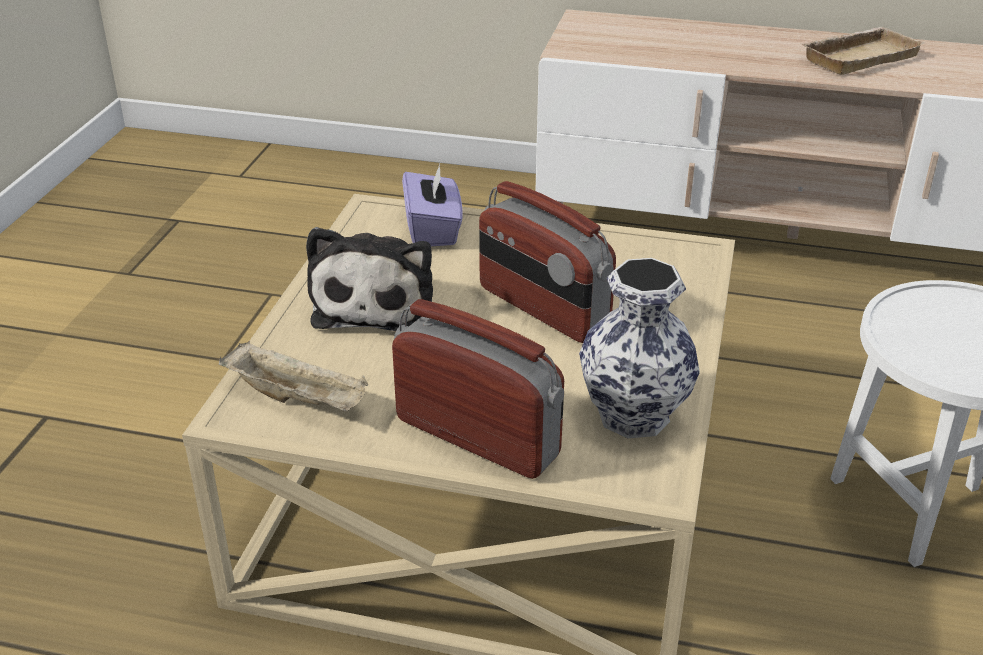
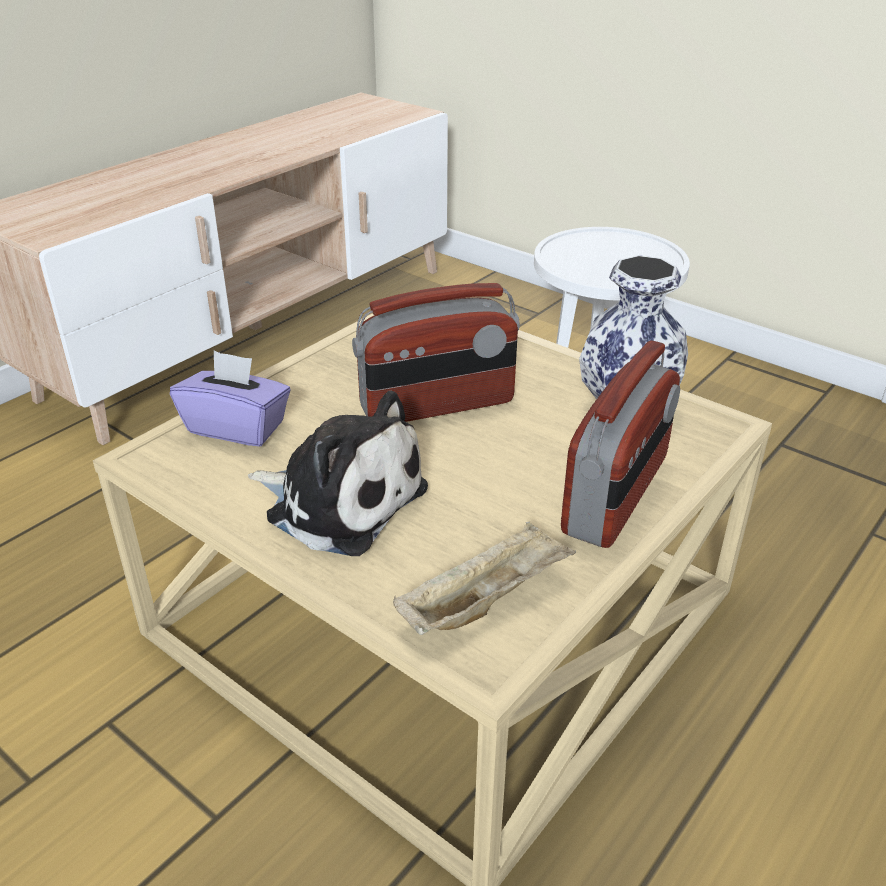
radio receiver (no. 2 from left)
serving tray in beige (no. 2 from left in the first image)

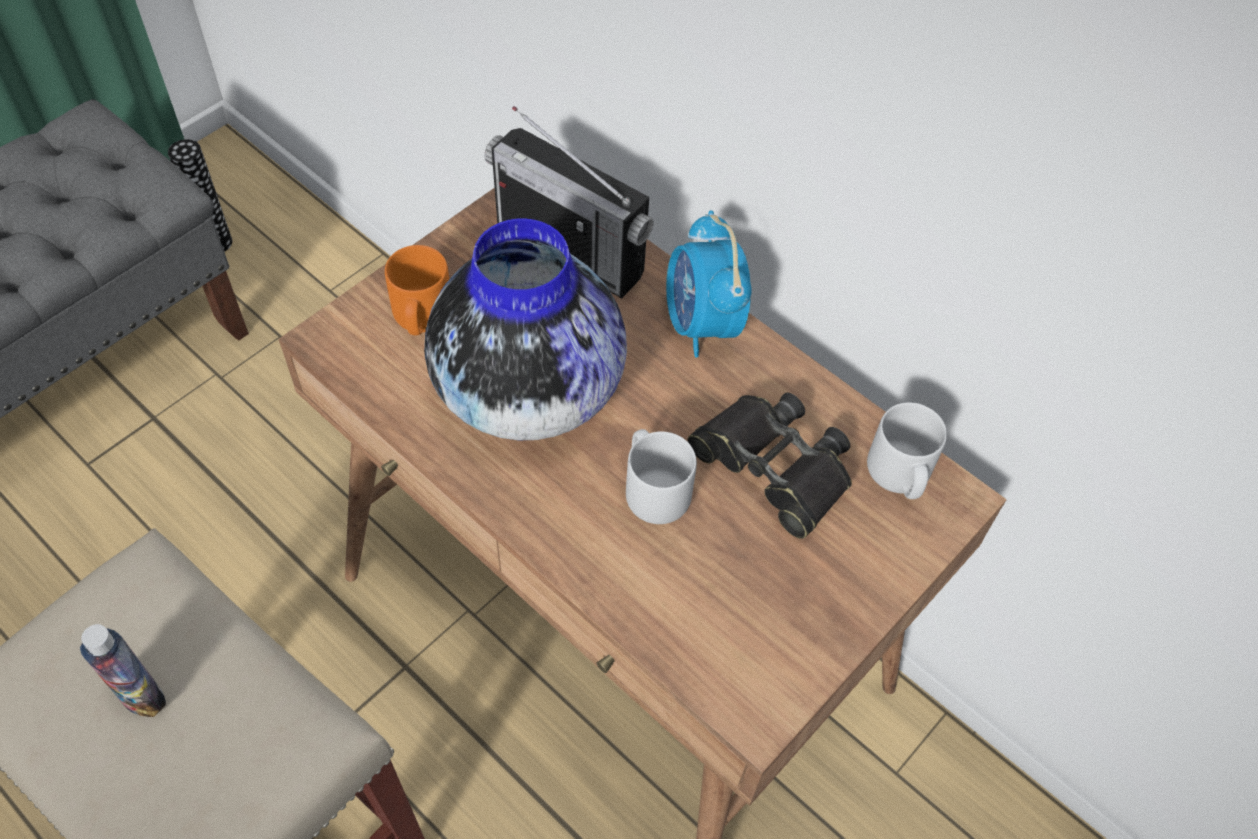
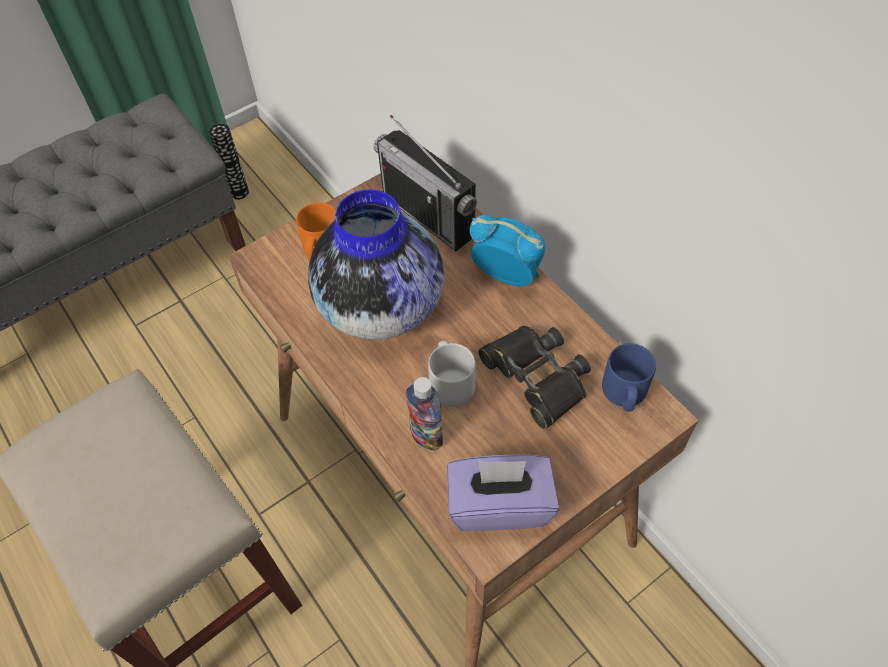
beverage bottle
table clock
coffee mug in blue-coloured
tissue holder in purple-coloured

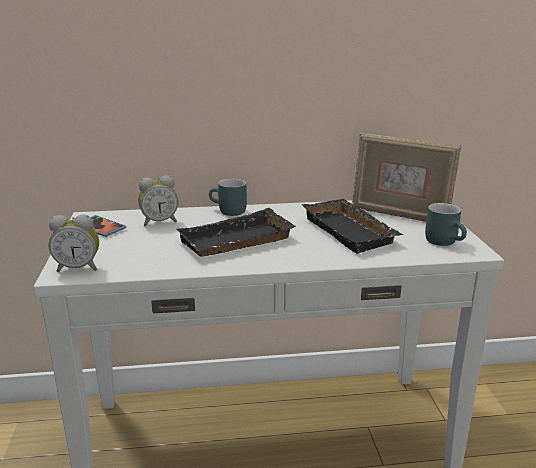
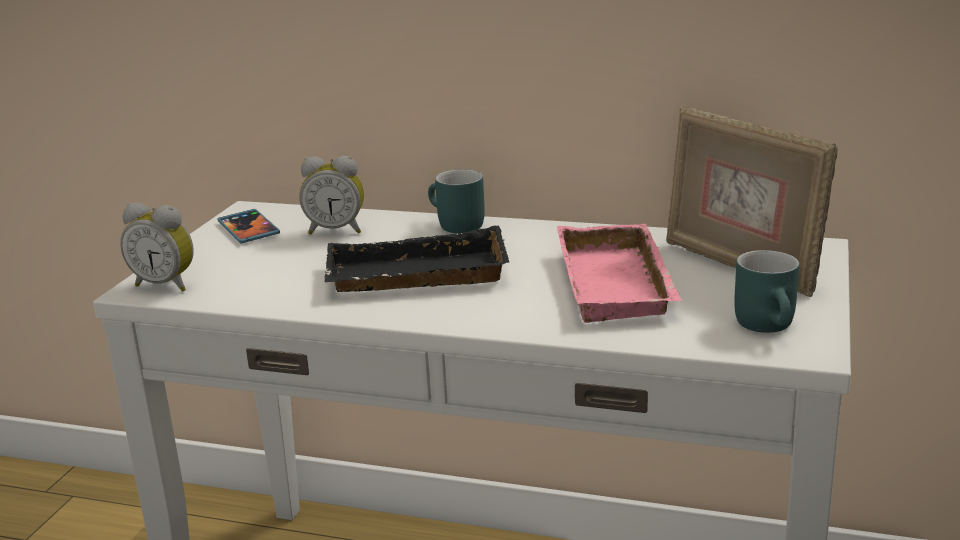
serving tray in pink-coloured

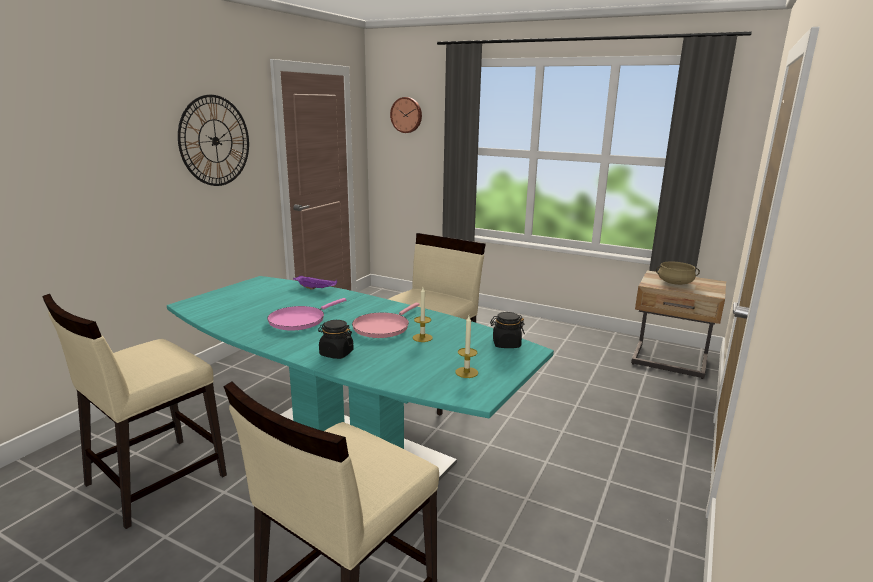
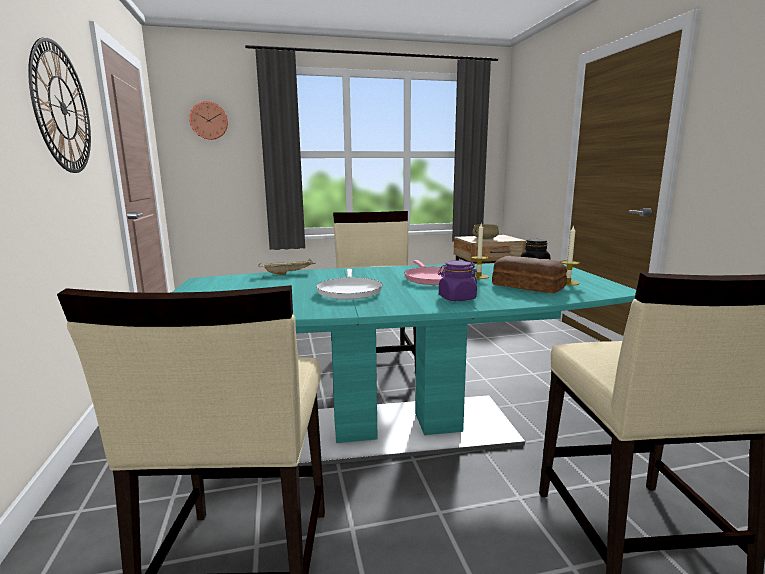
frying pan in white-coloured
serving tray in beige
jar in purple-coloured
bread

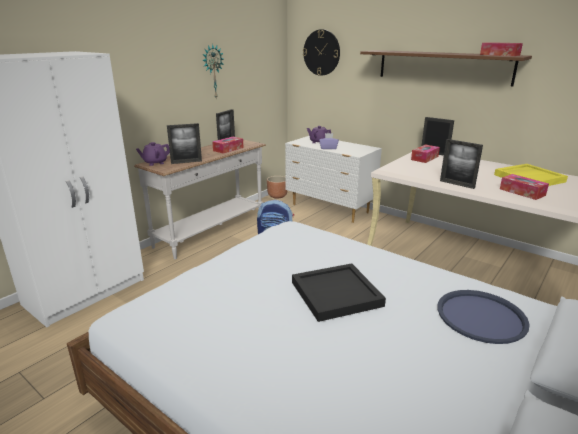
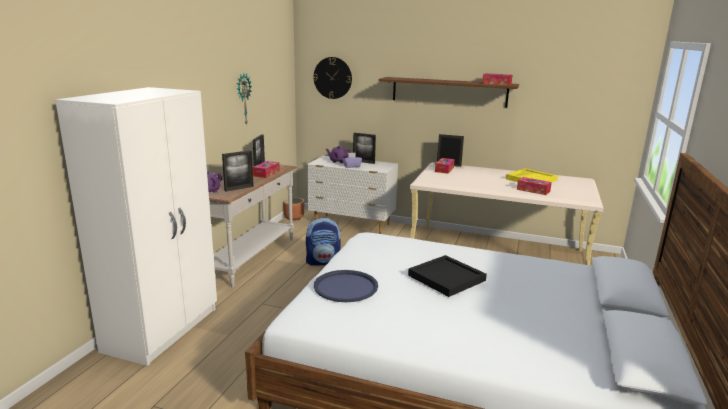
serving tray in blue-coloured
picture frame (no. 3 from left)

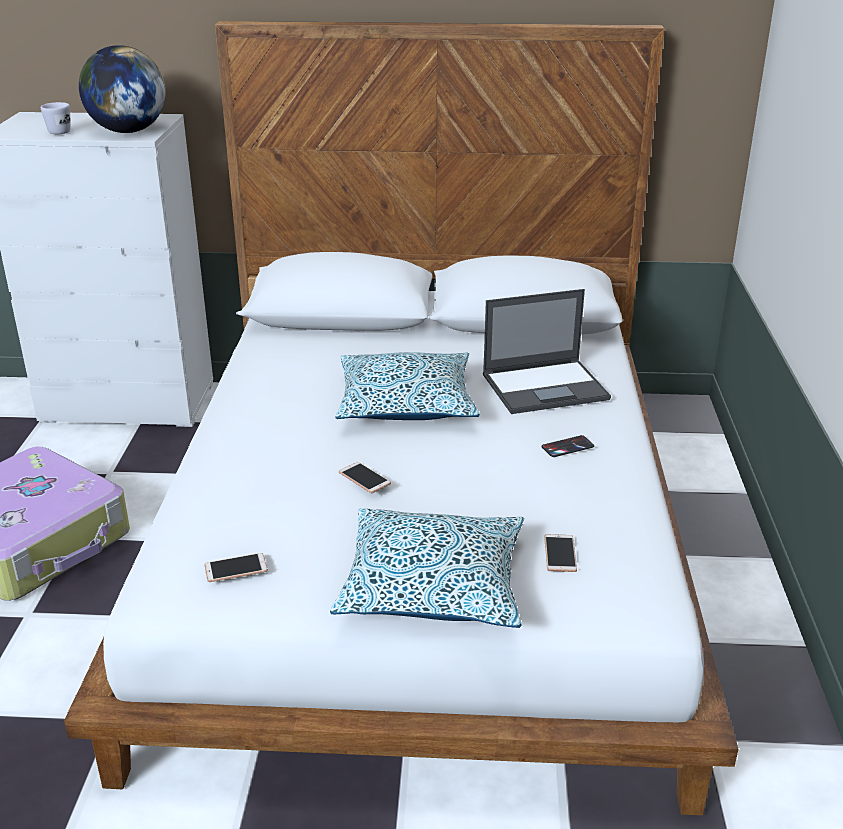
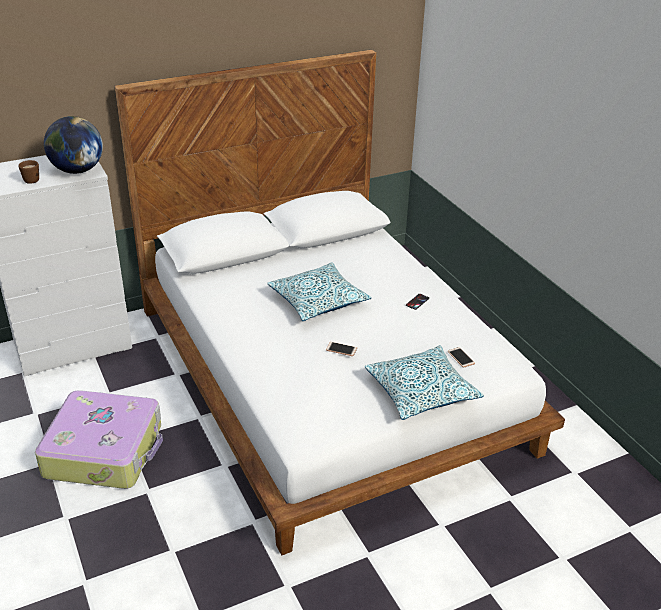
coffee mug in brown
handset (no. 1 from left in the first image)
notebook computer

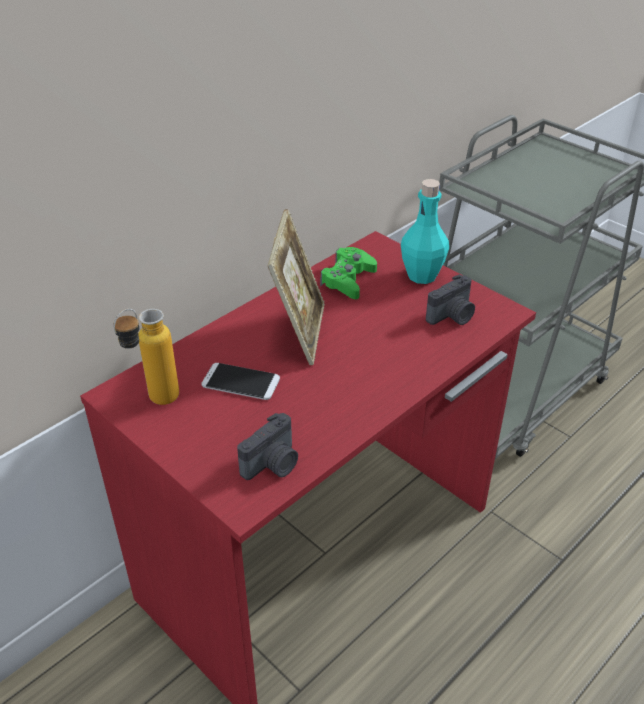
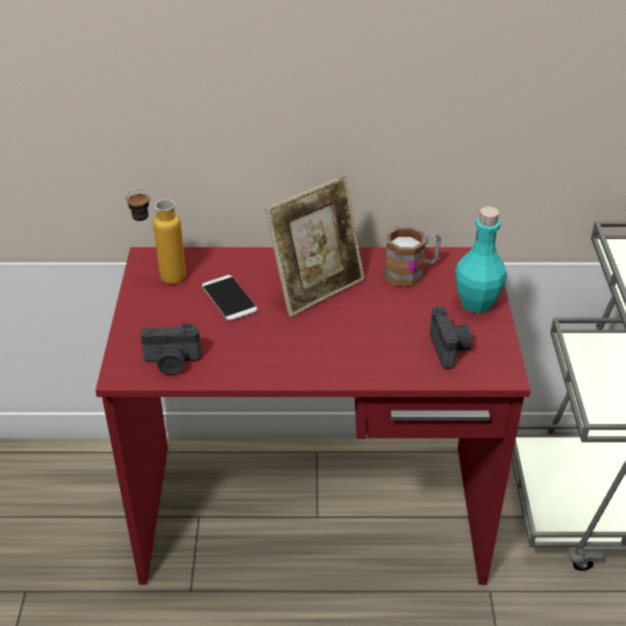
coffee mug
still camera (no. 2 from left)

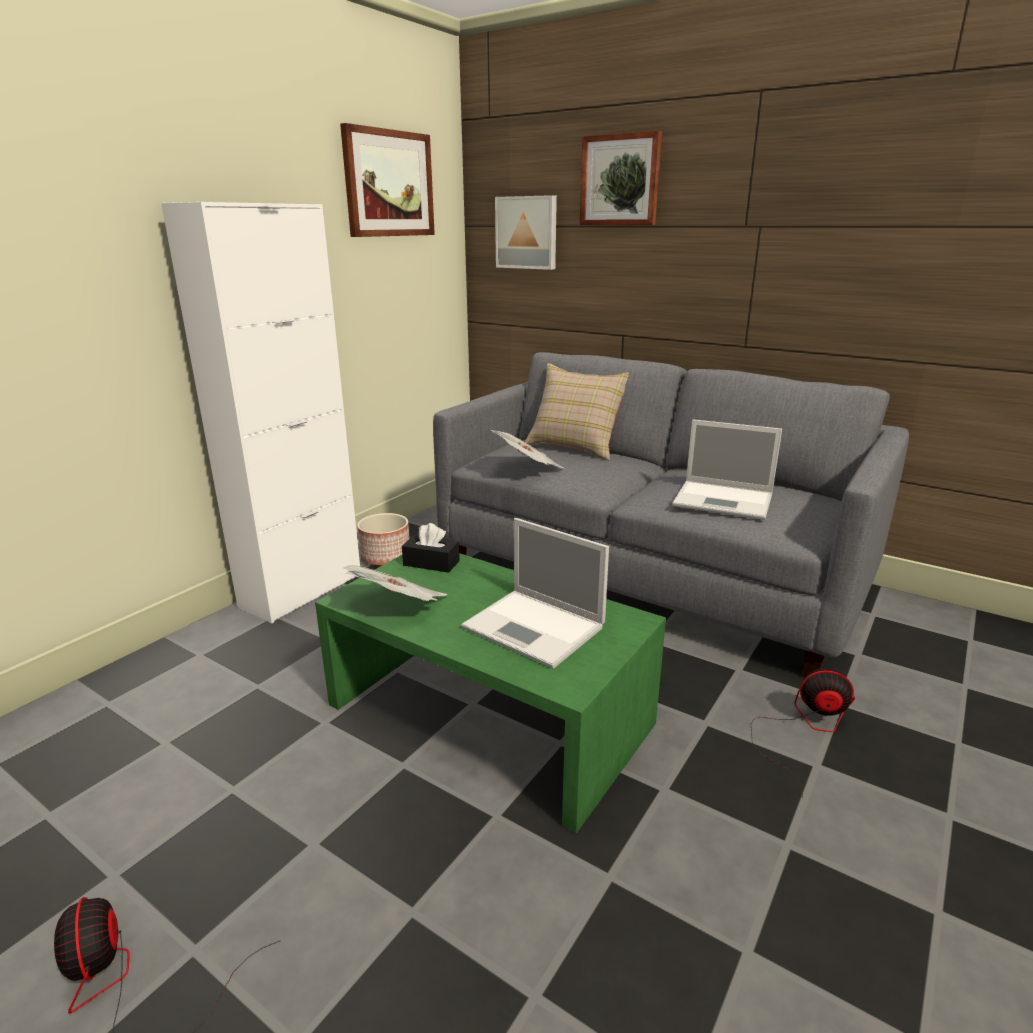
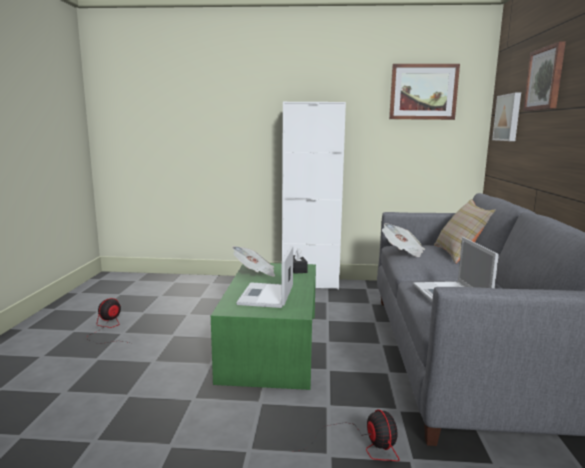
plant pot

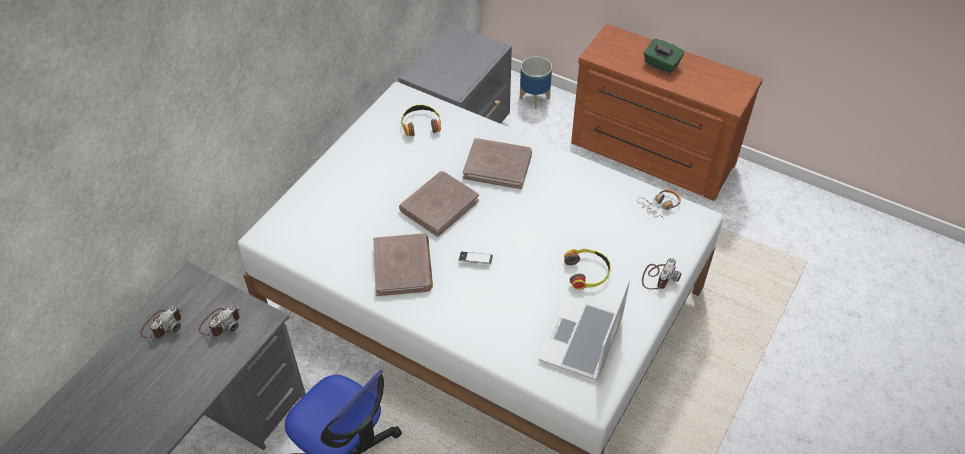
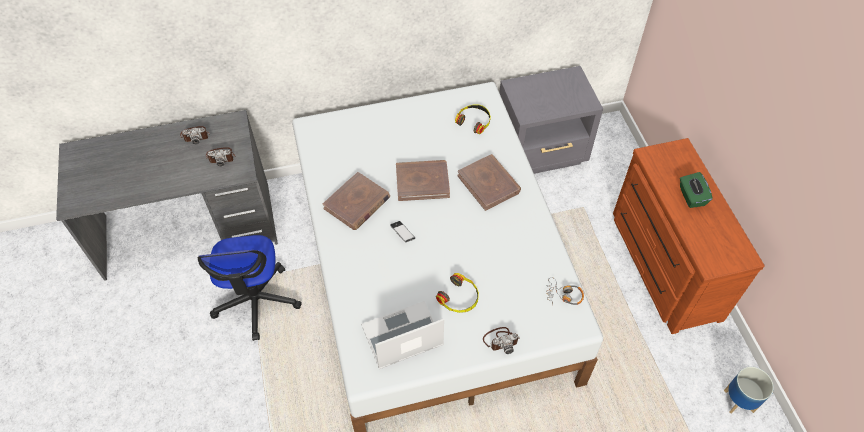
plant pot

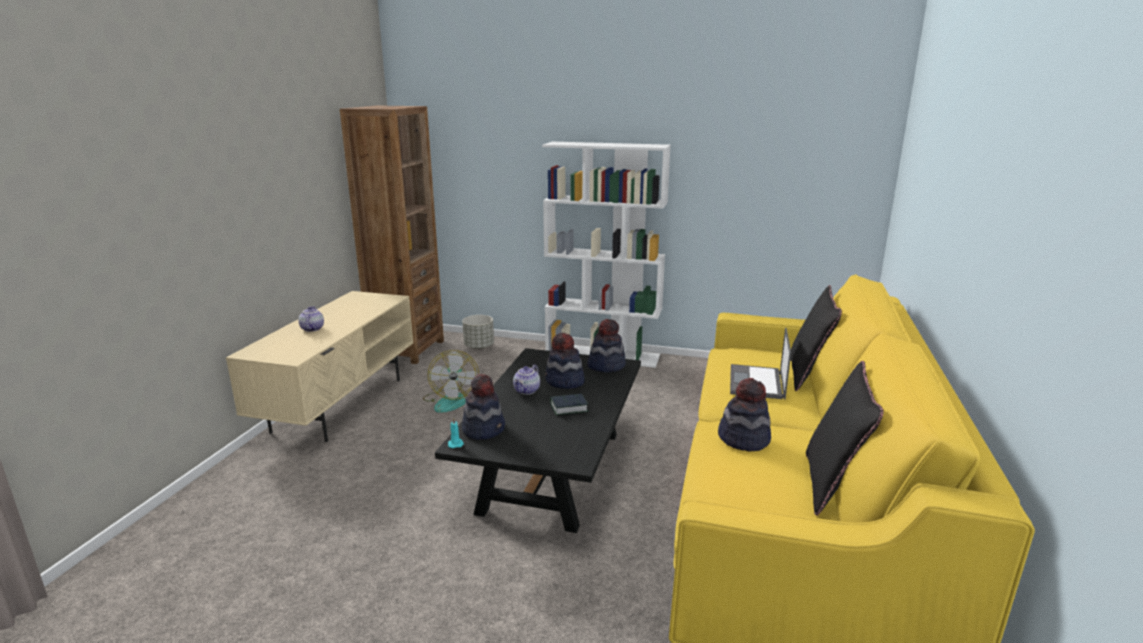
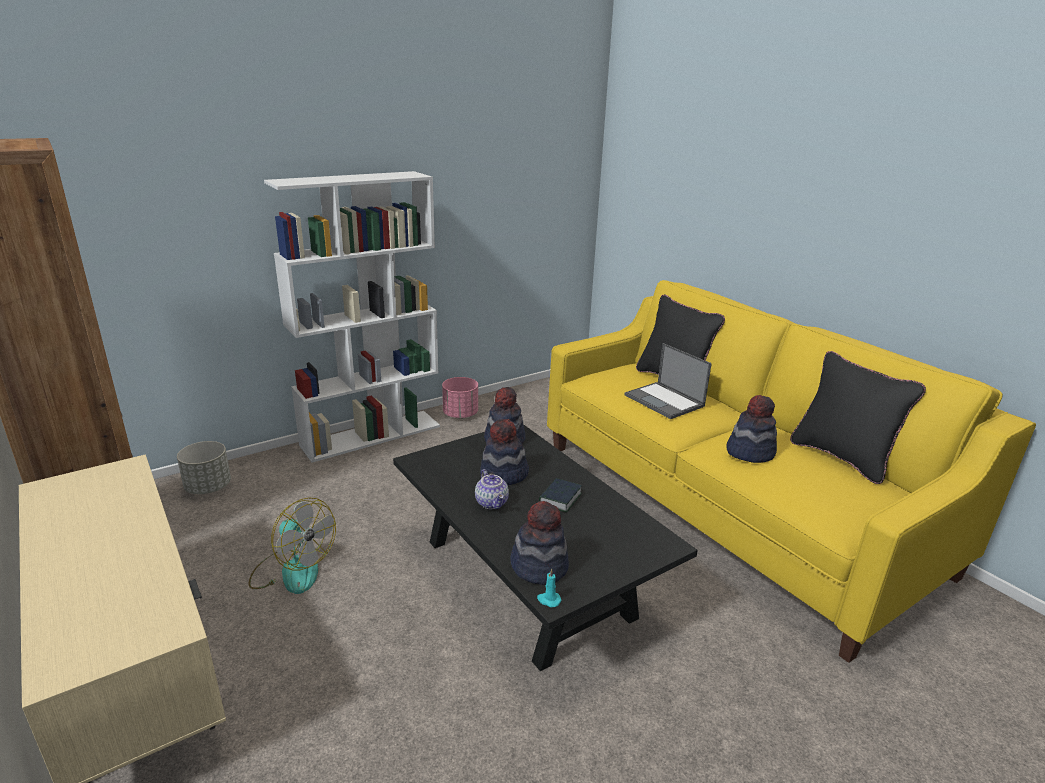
teapot (no. 1 from left in the first image)
plant pot in pink-coloured

